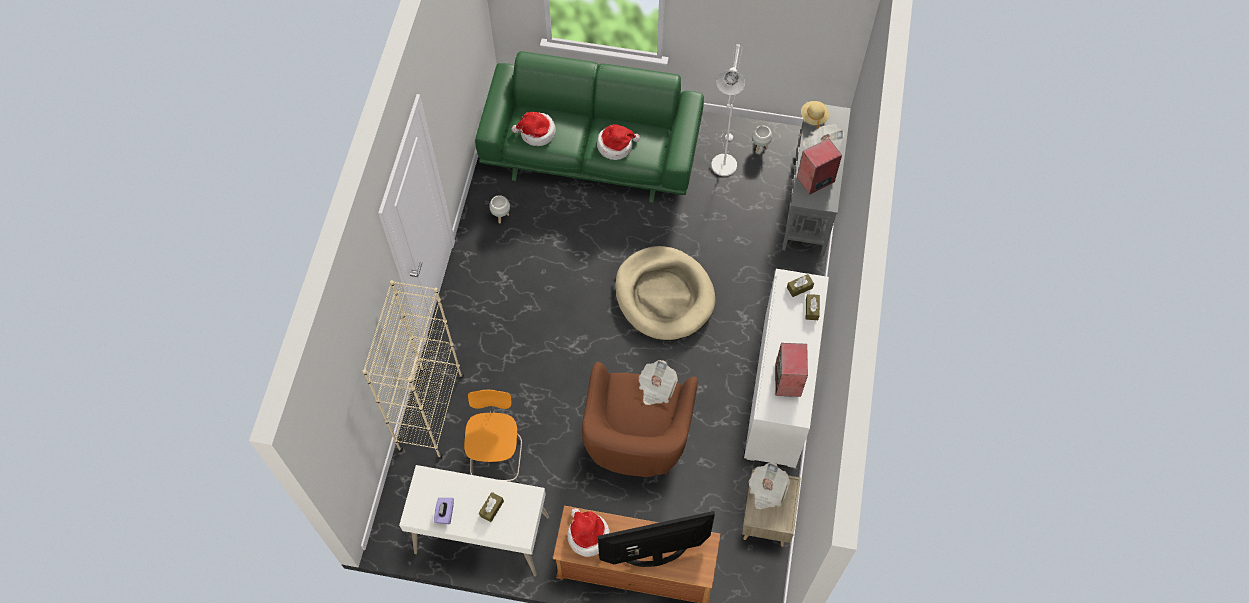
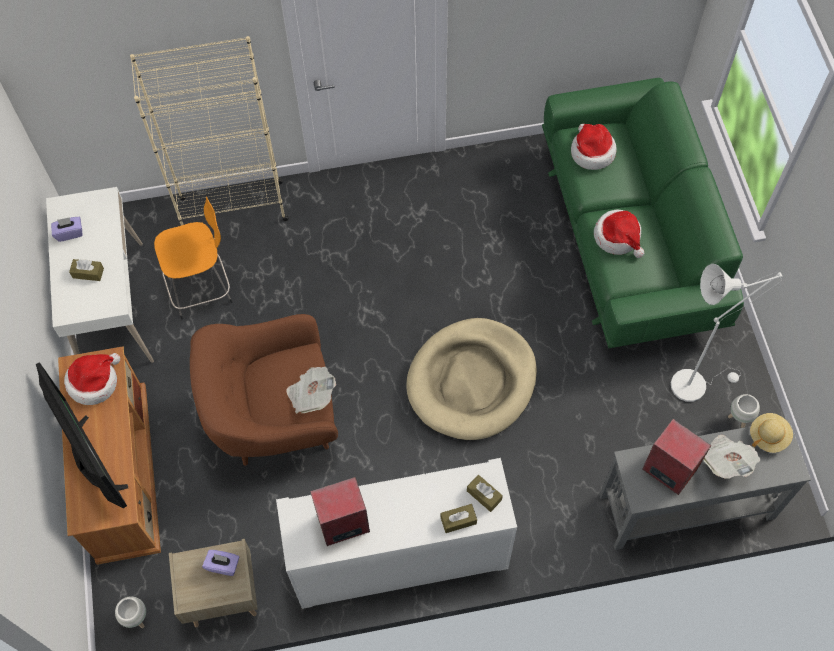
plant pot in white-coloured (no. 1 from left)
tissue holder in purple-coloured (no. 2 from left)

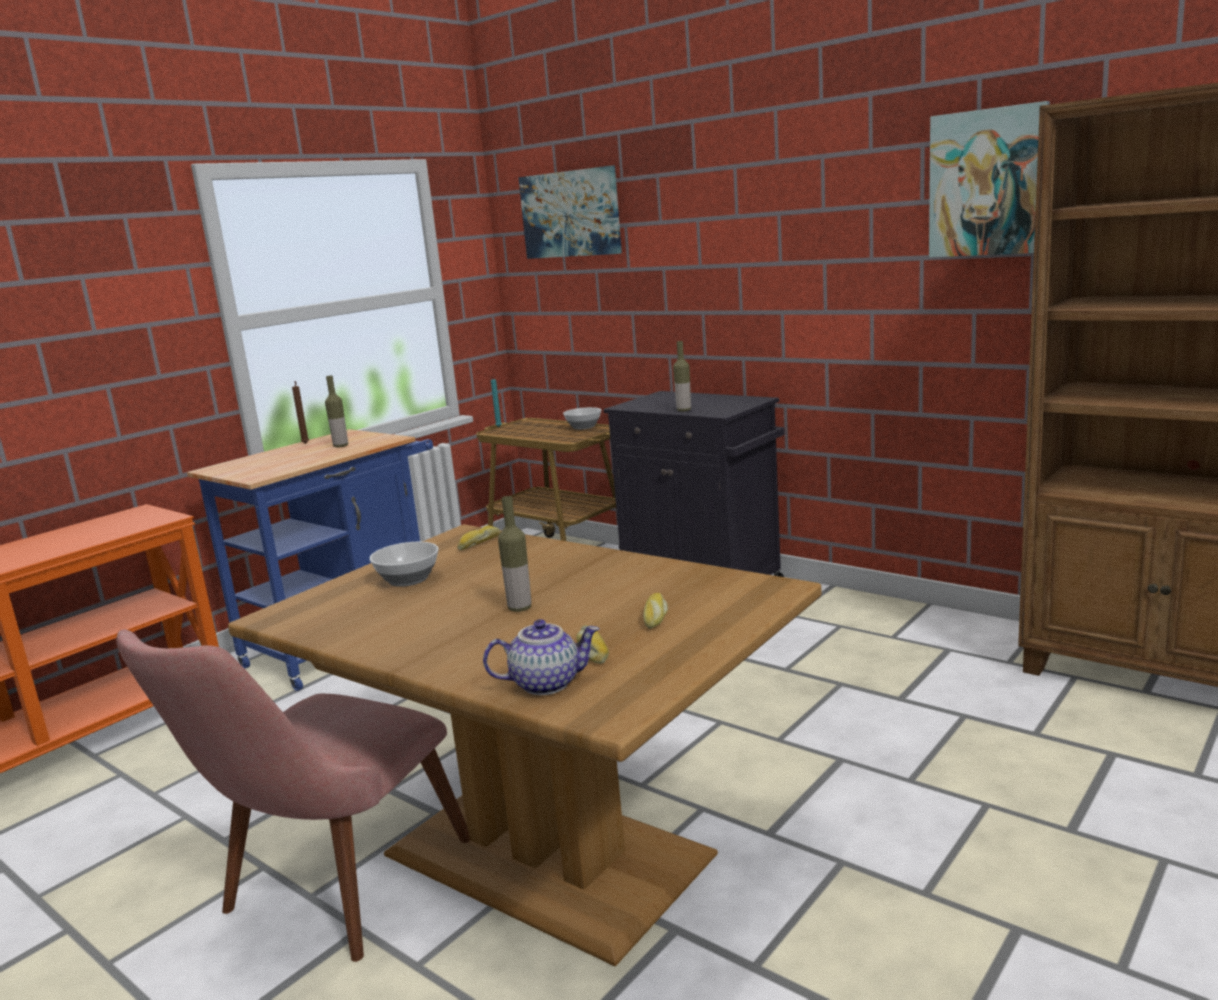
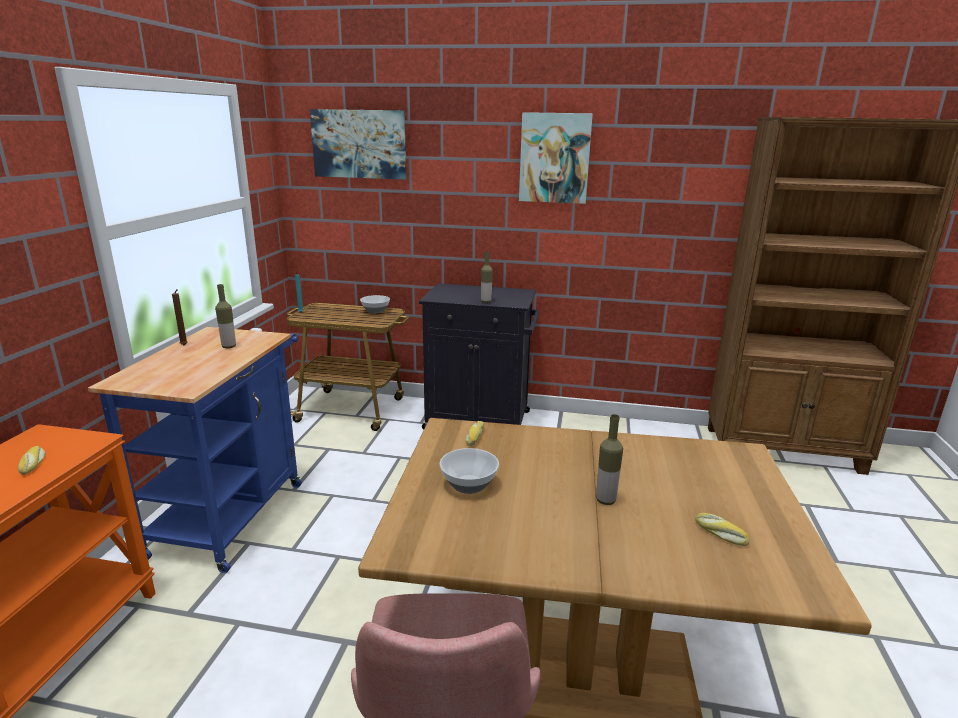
teapot
bread (no. 1 from left)
picture (no. 2 from left)

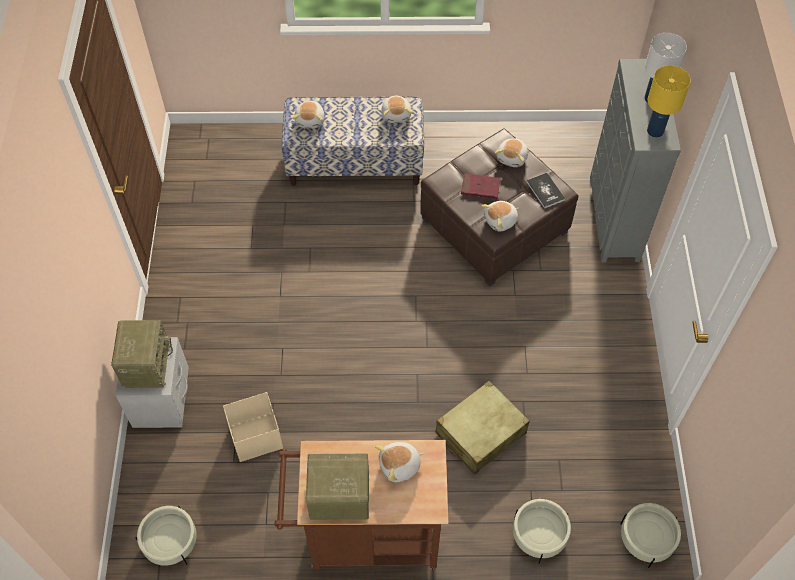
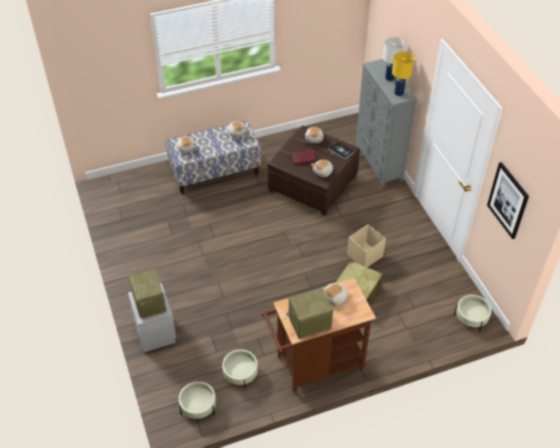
storage box in beige
plant pot in beige (no. 2 from left)
picture

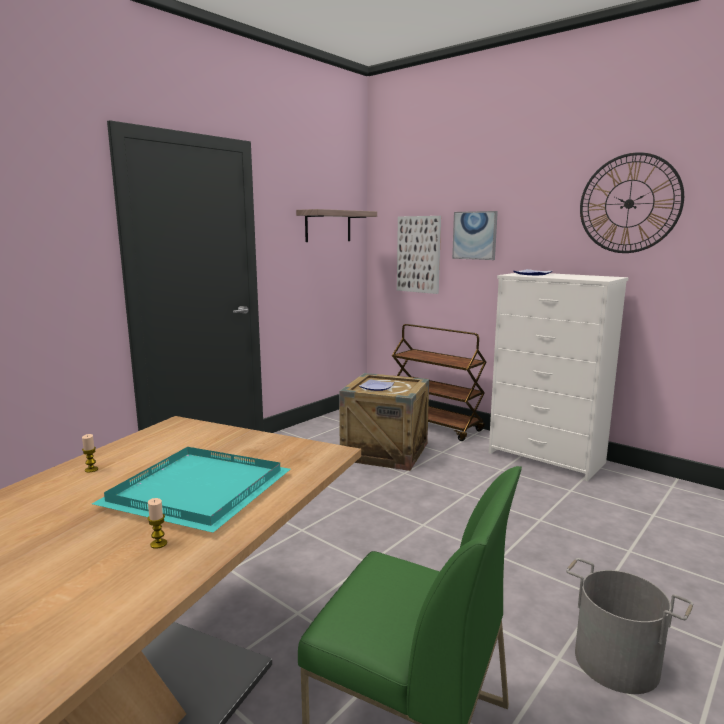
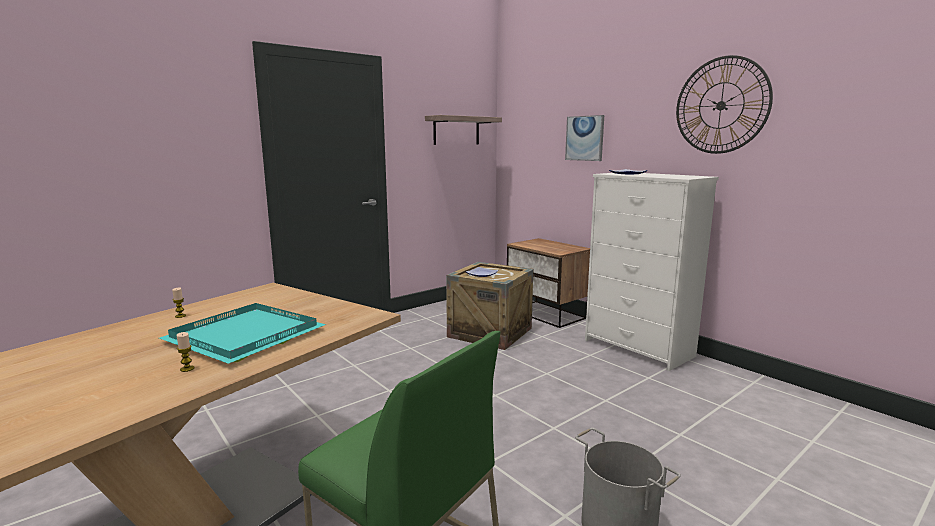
night table
picture (no. 1 from left in the first image)

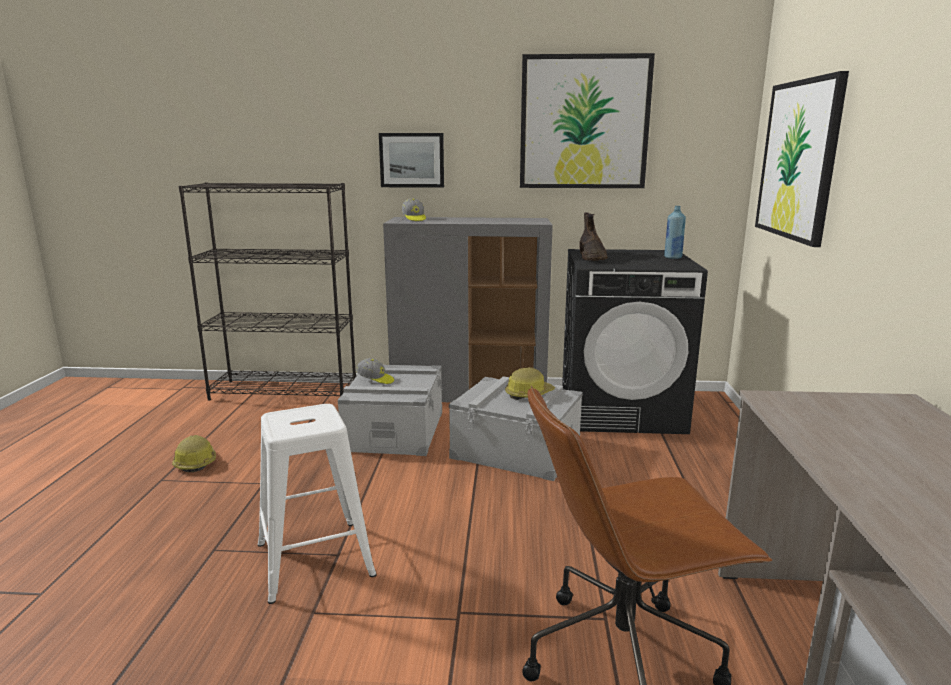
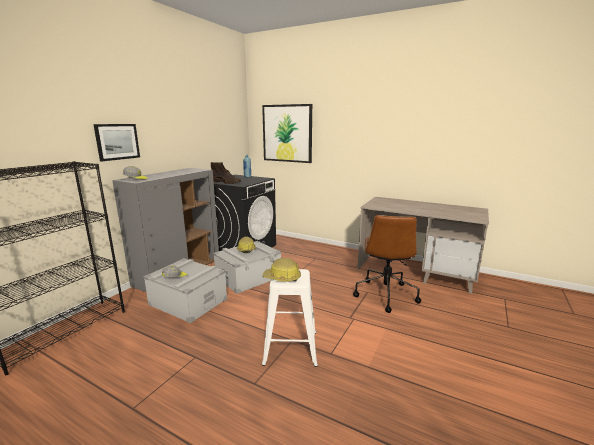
hard hat (no. 2 from left)
picture (no. 2 from left in the first image)

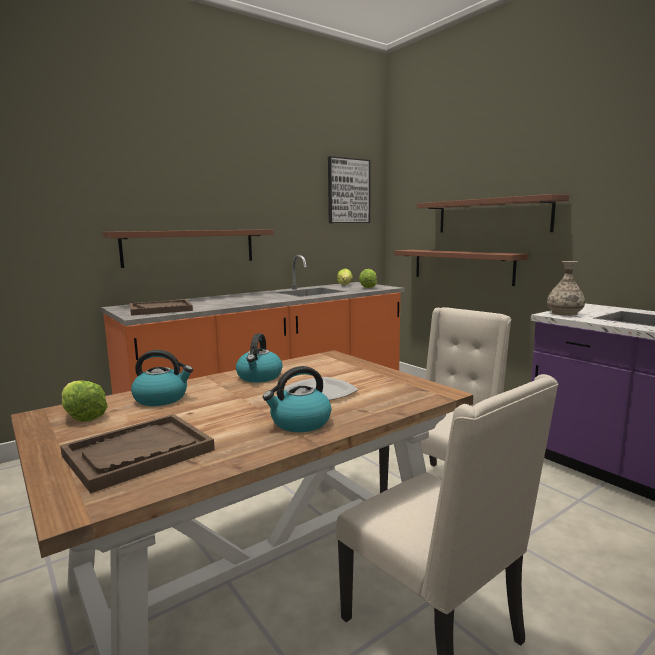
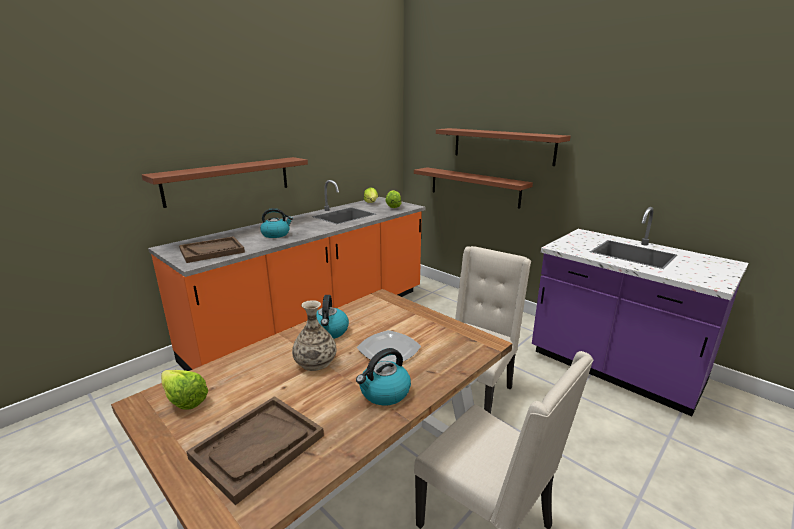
tea kettle (no. 1 from left)
picture
flower vase

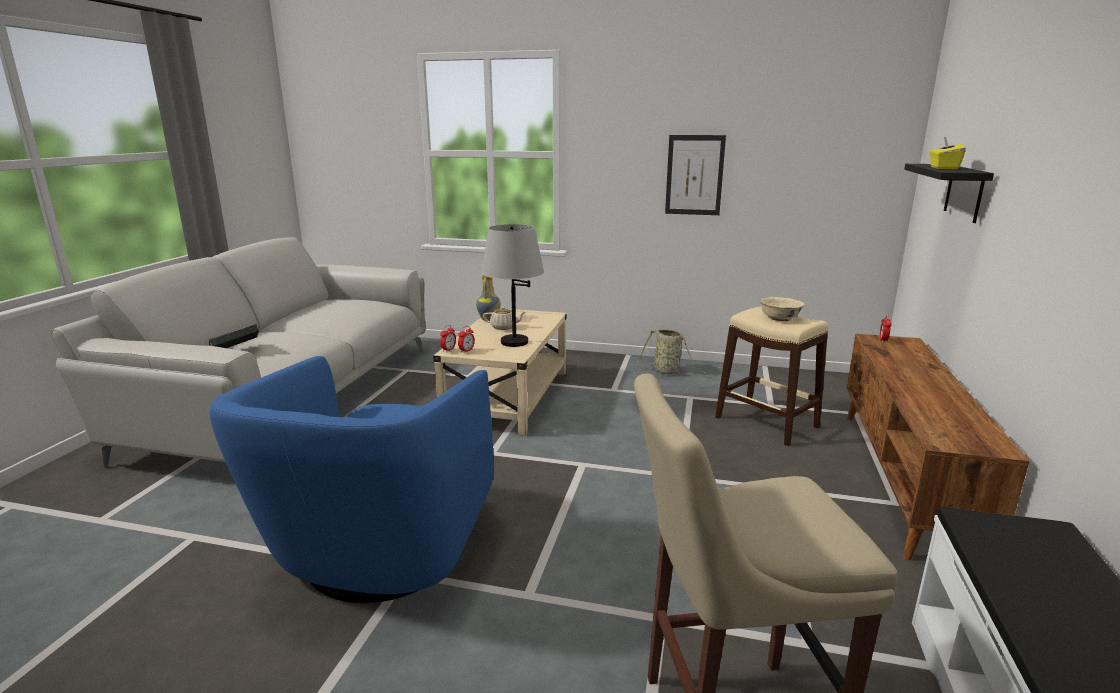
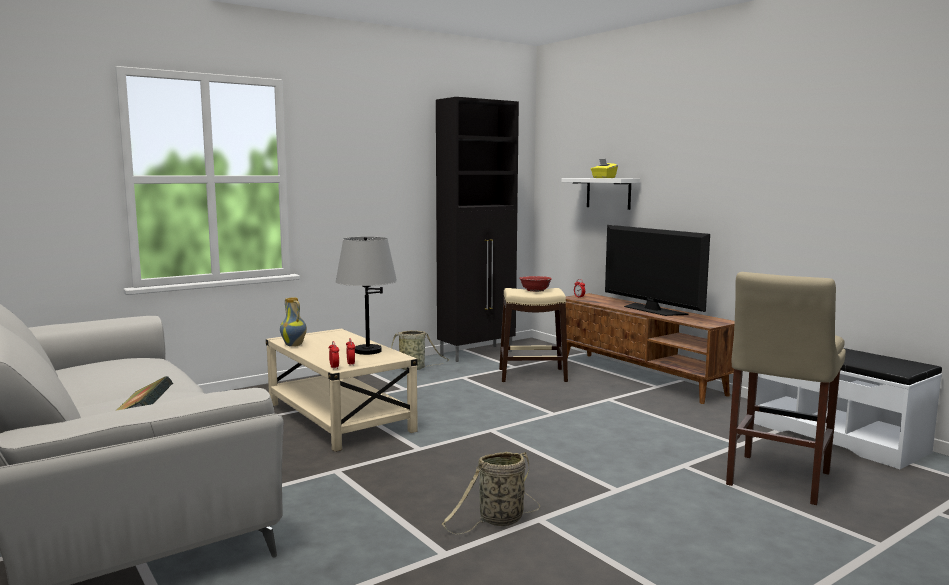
storage basket (no. 2 from left)
teapot in beige
picture
deep dish in red
shelf in white-coloured
cabinet in black-coloured
television

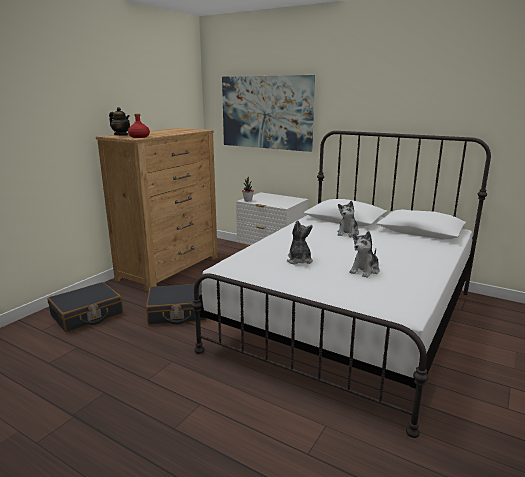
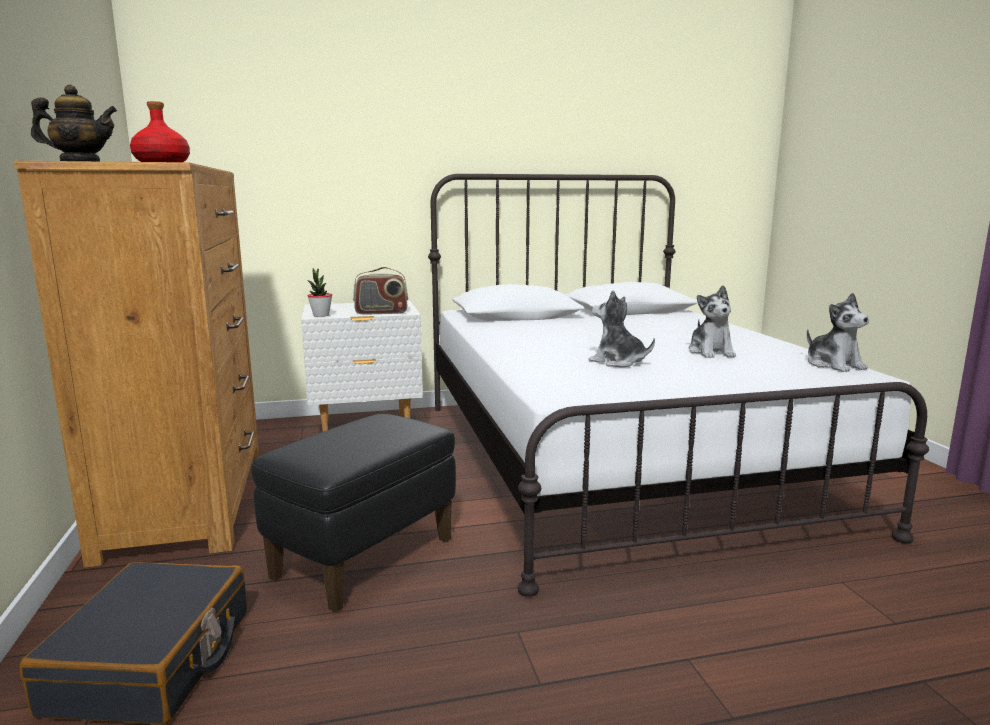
ottoman in black-coloured
picture
cuddly toy (no. 3 from left)
radio receiver

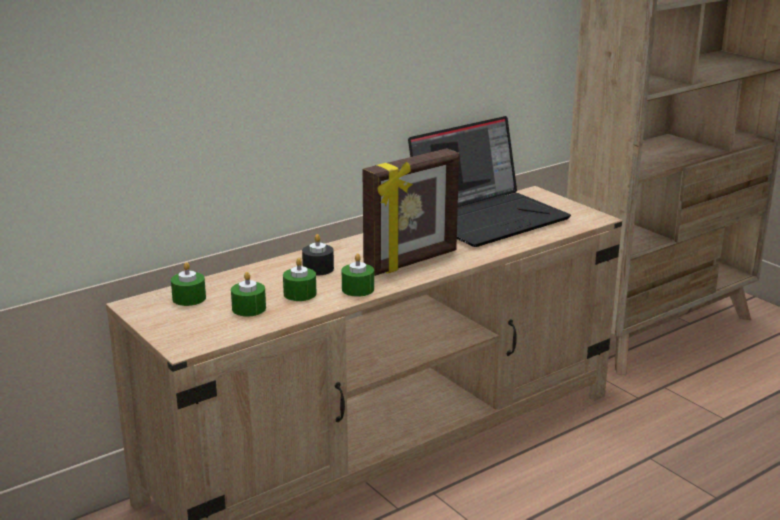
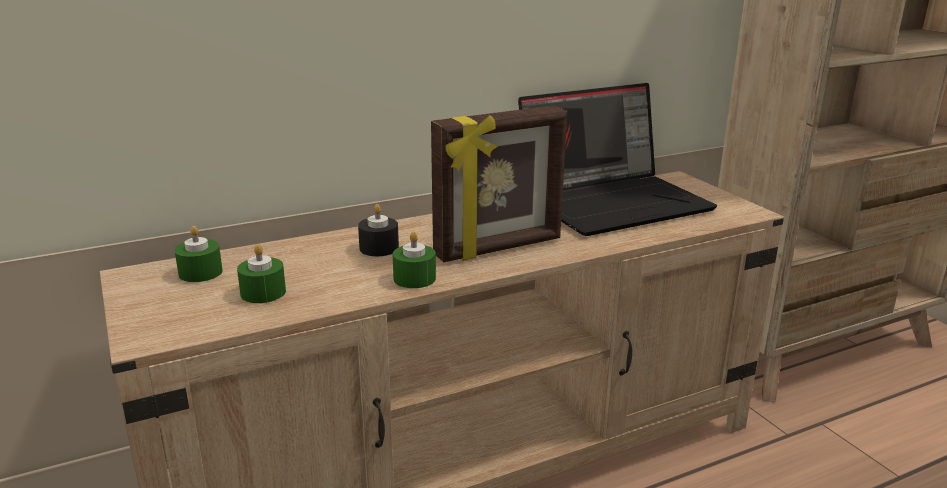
wax light in greenish (no. 3 from left in the first image)

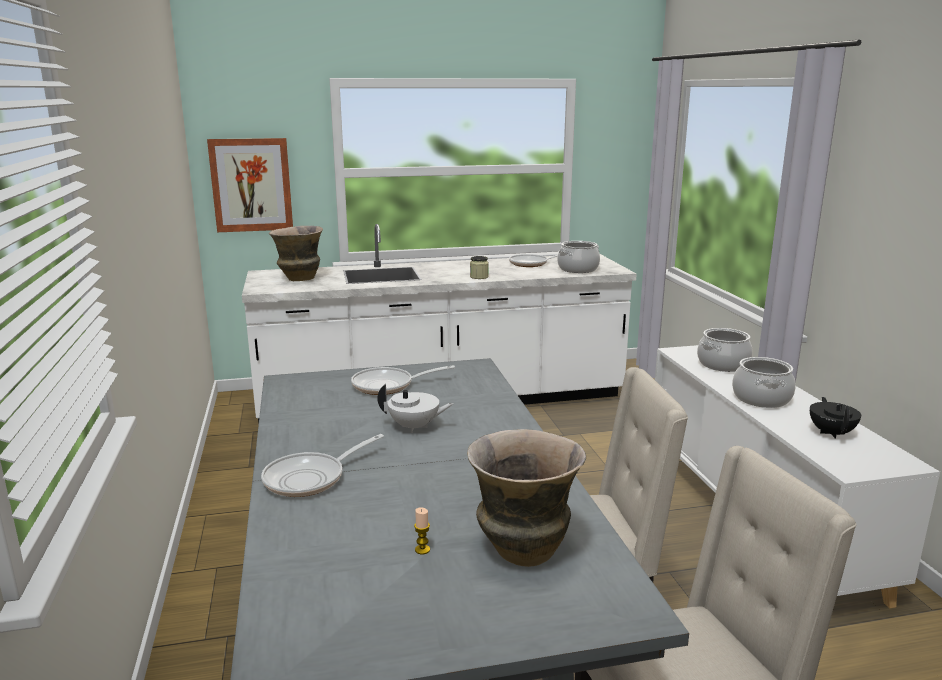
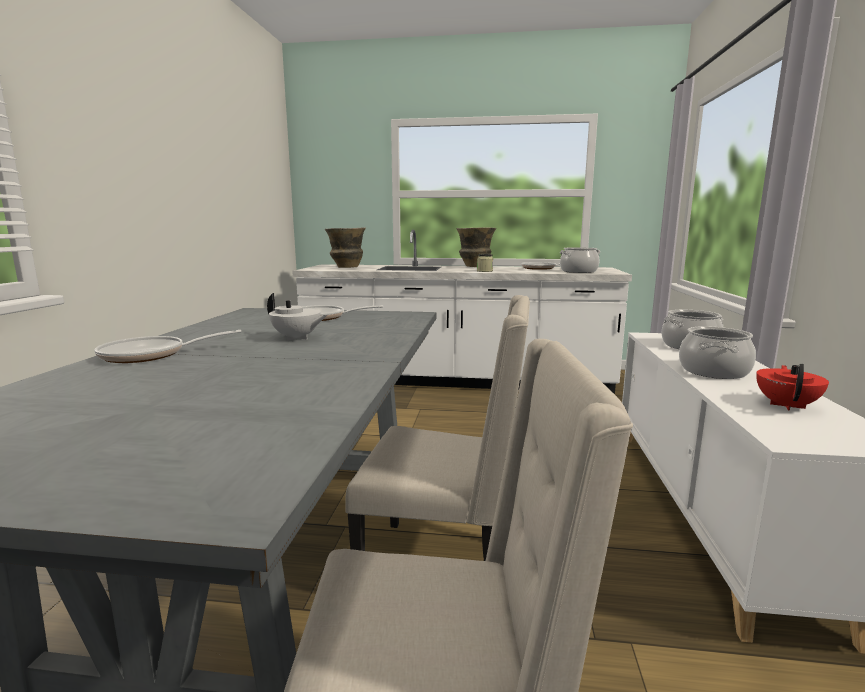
picture
wax light
flower vase (no. 2 from left)
teapot in red

